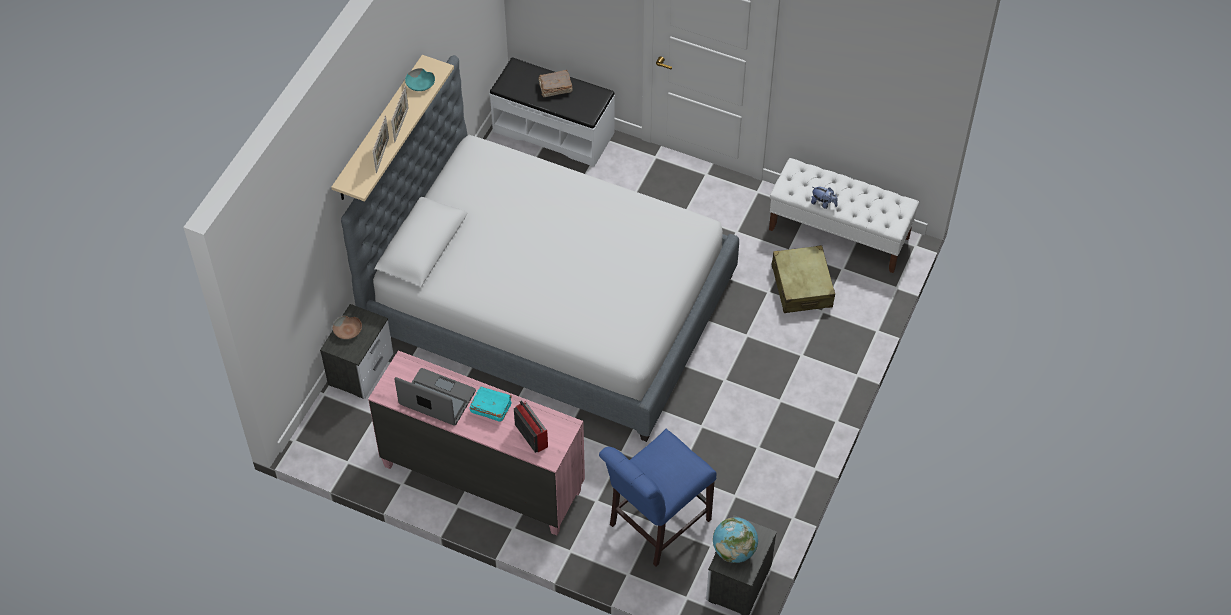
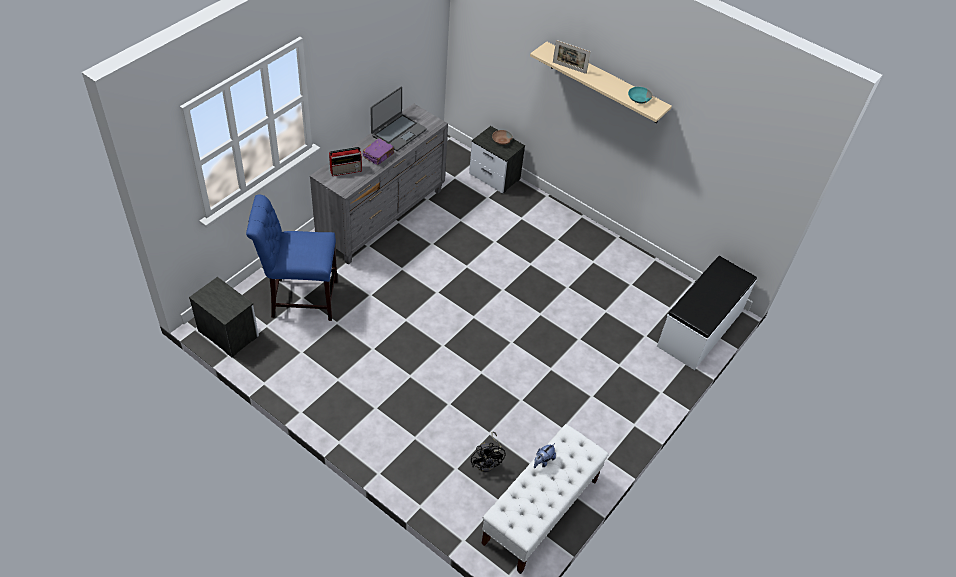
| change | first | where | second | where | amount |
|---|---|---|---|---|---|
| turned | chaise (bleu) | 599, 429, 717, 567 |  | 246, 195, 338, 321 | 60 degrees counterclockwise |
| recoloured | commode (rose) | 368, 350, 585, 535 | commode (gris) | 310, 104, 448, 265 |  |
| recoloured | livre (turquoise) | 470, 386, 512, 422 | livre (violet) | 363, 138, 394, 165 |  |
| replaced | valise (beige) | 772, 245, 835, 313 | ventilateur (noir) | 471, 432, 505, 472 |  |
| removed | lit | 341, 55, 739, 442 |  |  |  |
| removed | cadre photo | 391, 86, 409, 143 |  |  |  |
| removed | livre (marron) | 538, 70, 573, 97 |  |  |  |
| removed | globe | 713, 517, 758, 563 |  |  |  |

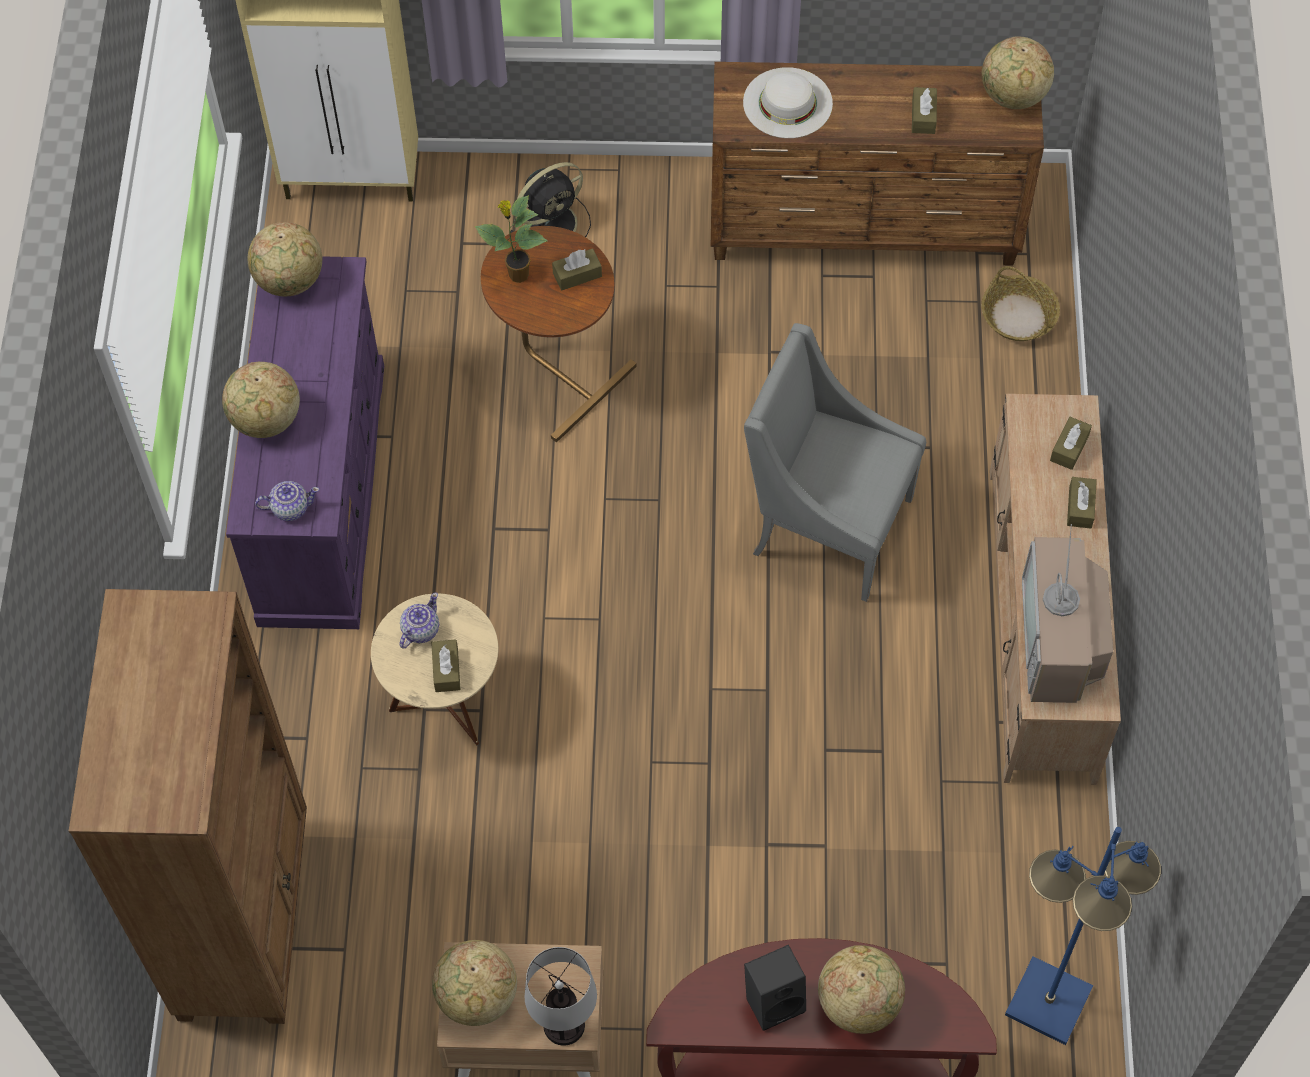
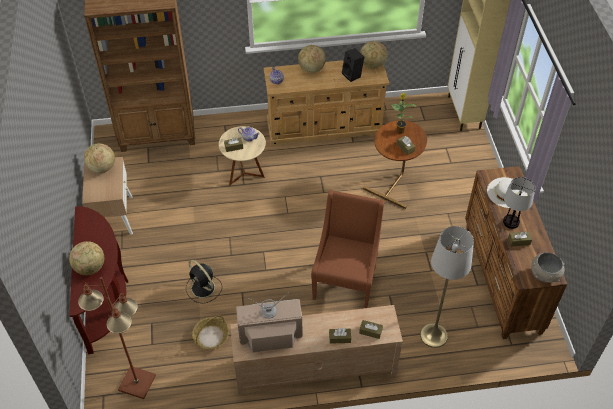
| change | first | where | second | where | amount |
|---|---|---|---|---|---|
| recoloured | lampadaire (bleu) | 1005, 827, 1161, 1045 | lampadaire (marron) | 78, 277, 156, 399 |  |
| moved | ventilateur (noir) | 510, 162, 591, 237 |  | 186, 260, 222, 304 |  |
| moved | panier | 981, 266, 1060, 341 |  | 192, 315, 229, 349 |  |
| recoloured | commode (violet) | 226, 256, 384, 629 | commode (beige) | 264, 60, 389, 146 |  |
| recoloured | fauteuil (gris) | 744, 323, 926, 602 | fauteuil (marron) | 311, 190, 384, 308 |  |
| moved | enceinte (noir) | 744, 945, 806, 1031 |  | 342, 48, 364, 82 |  |
| added |  |  | lampadaire (gris) | 420, 226, 474, 348 |  |
| moved | lampe de table | 525, 947, 597, 1046 |  | 503, 177, 535, 229 |  |
| replaced | globe | 982, 36, 1054, 109 | bol (gris) | 531, 252, 565, 283 |  |

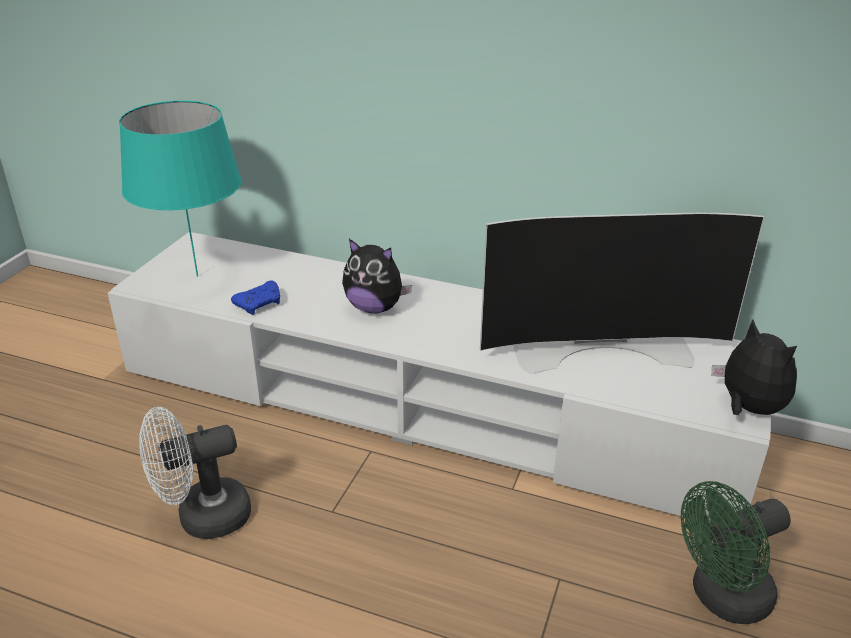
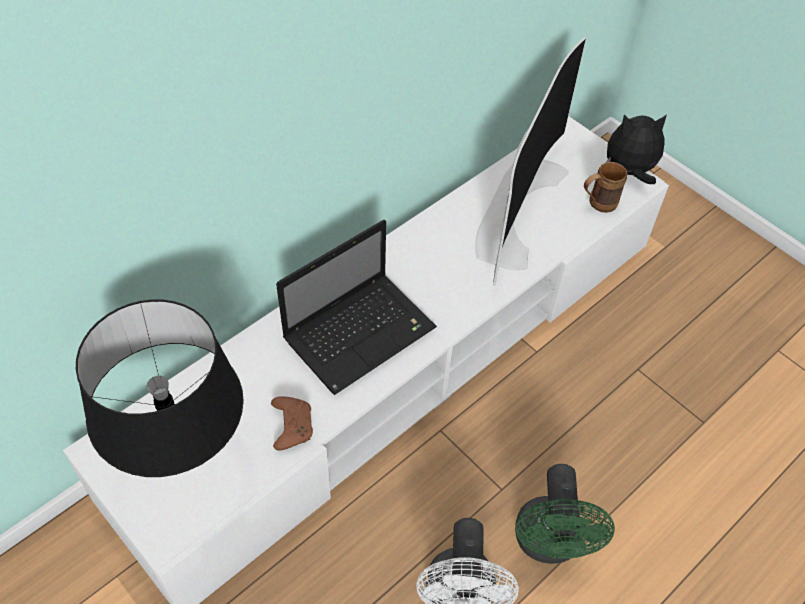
| change | first | where | second | where | amount |
|---|---|---|---|---|---|
| recoloured | lampe de table (turquoise) | 119, 101, 241, 277 | lampe de table (noir) | 76, 299, 244, 477 |  |
| recoloured | manette (bleu) | 231, 280, 280, 315 | manette (marron) | 271, 396, 313, 451 |  |
| replaced | peluche | 342, 239, 412, 314 | ordinateur portable | 276, 220, 437, 395 |  |
| moved | ventilateur (vert) | 681, 481, 791, 624 |  | 515, 464, 615, 564 |  |
| added |  |  | mug (marron) | 584, 162, 627, 213 |  |

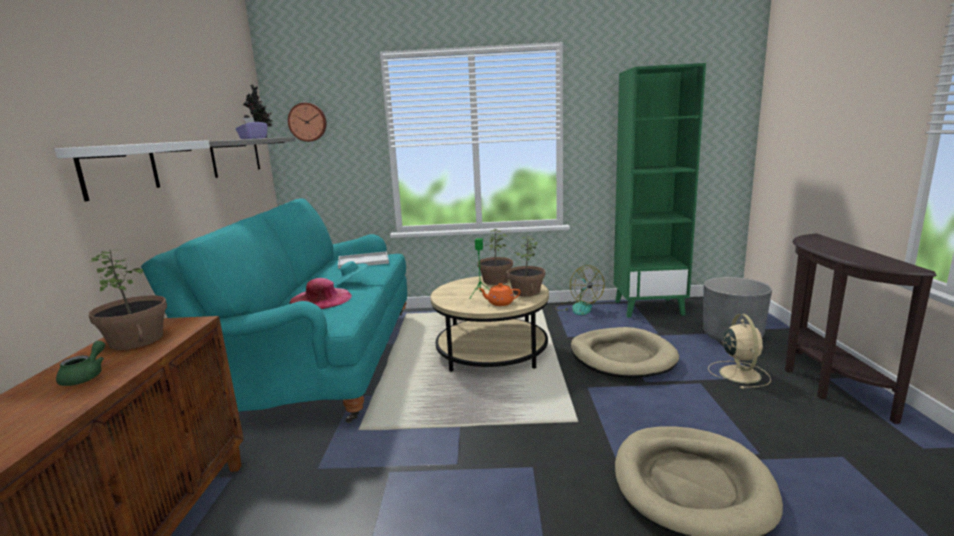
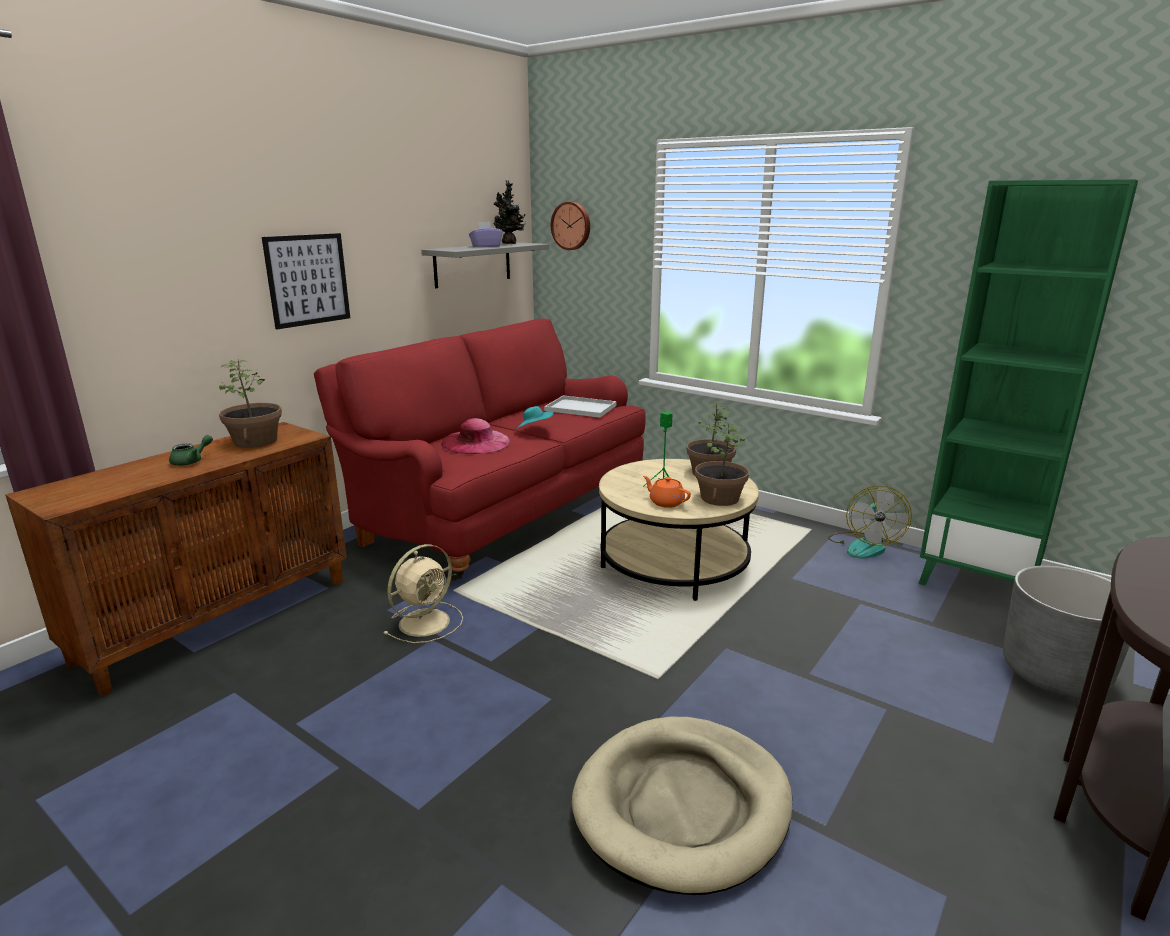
| change | first | where | second | where | amount |
|---|---|---|---|---|---|
| replaced | étagère (blanc) | 54, 140, 210, 201 | tableau | 262, 233, 350, 329 |  |
| recoloured | canapé (turquoise) | 141, 199, 407, 423 | canapé (rouge) | 314, 319, 646, 581 |  |
| moved | ventilateur (beige) | 708, 314, 771, 389 |  | 383, 544, 463, 643 |  |
| removed | panier pour chien (beige) | 571, 327, 679, 379 |  |  |  |

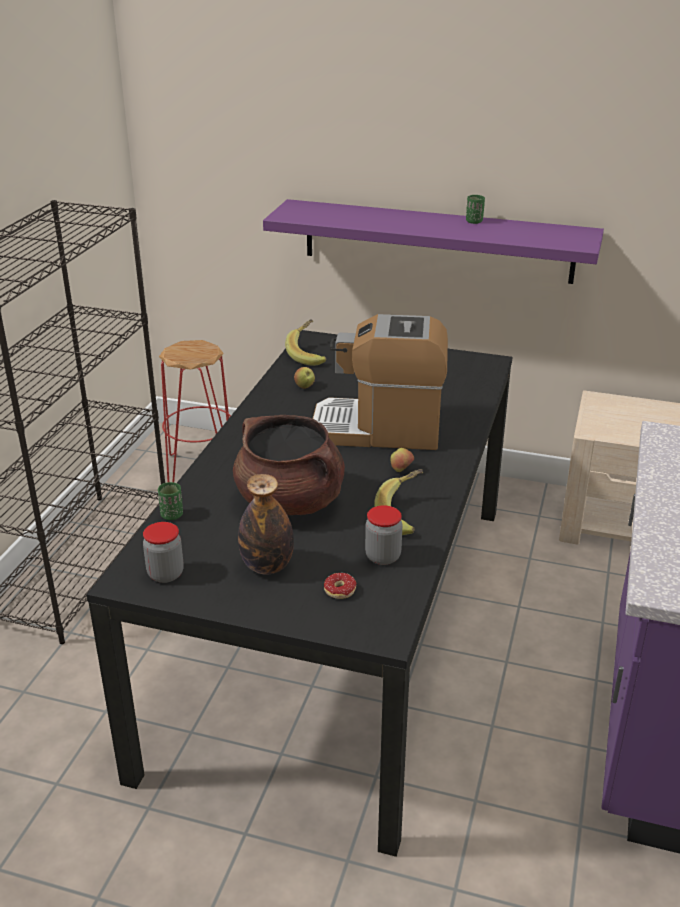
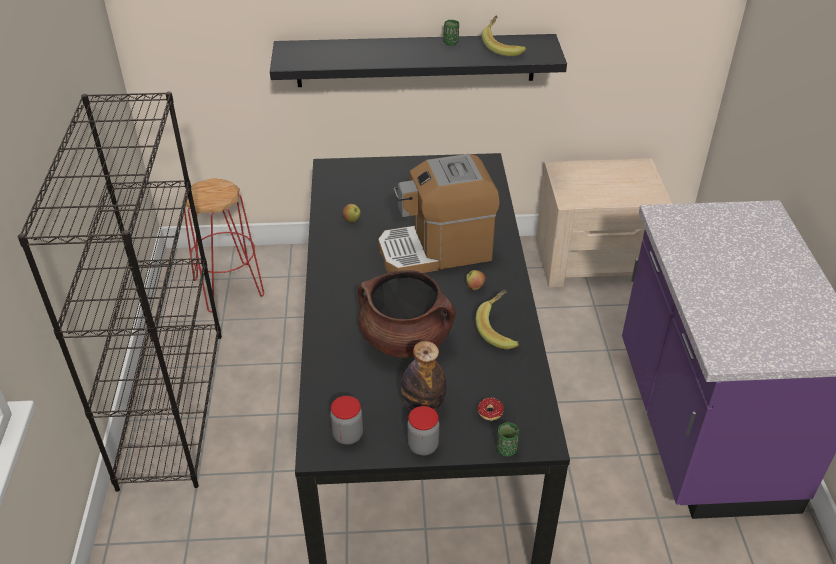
| change | first | where | second | where | amount |
|---|---|---|---|---|---|
| recoloured | étagère (violet) | 263, 199, 604, 284 | étagère (noir) | 270, 34, 567, 87 |  |
| moved | bocal | 365, 505, 402, 565 |  | 407, 406, 439, 455 |  |
| moved | banane | 285, 319, 327, 366 |  | 482, 16, 526, 56 |  |
| moved | tasse (vert) | 158, 482, 183, 520 |  | 496, 422, 519, 457 |  |

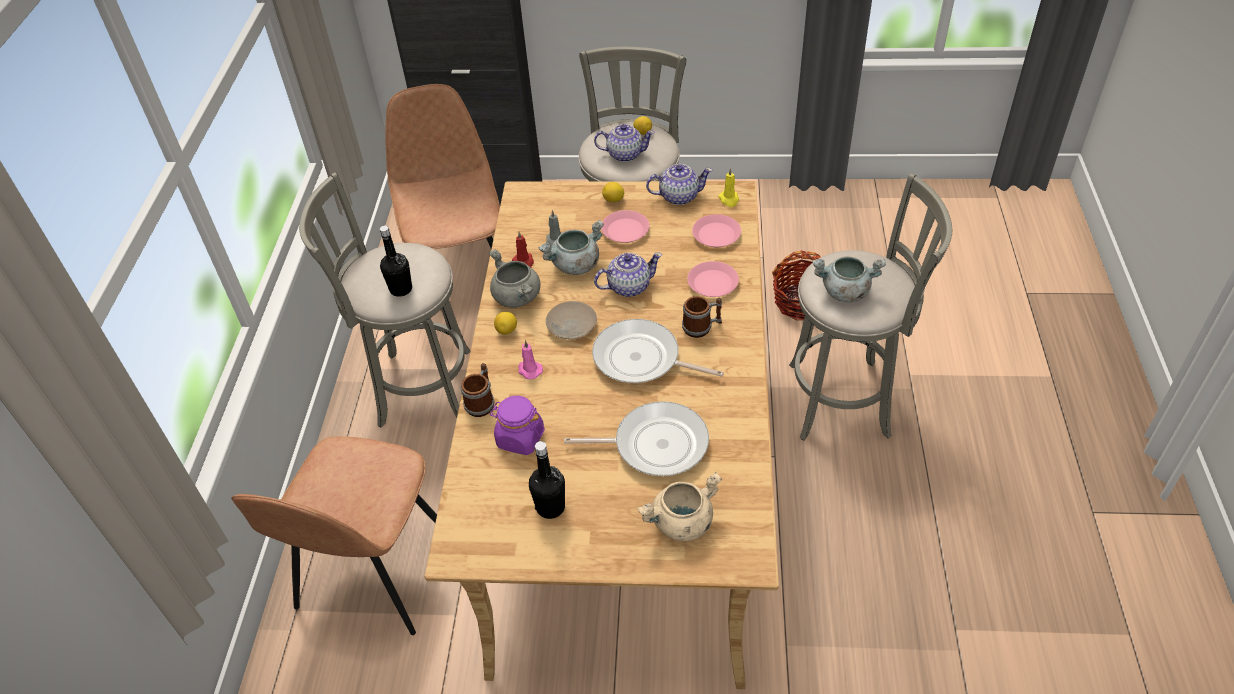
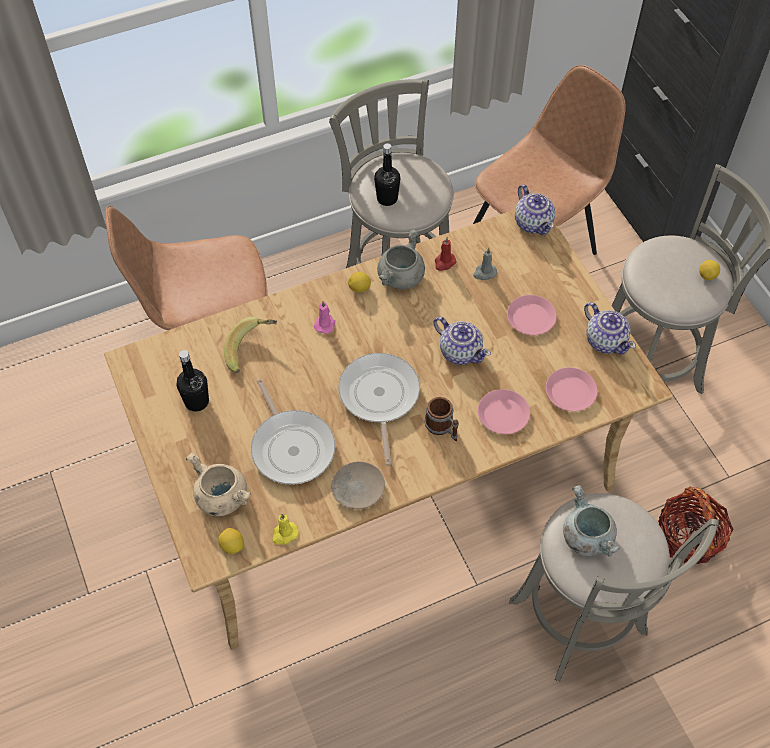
| change | first | where | second | where | amount |
|---|---|---|---|---|---|
| moved | citron | 602, 182, 624, 202 |  | 218, 528, 244, 554 |  |
| replaced | bocal (violet) | 489, 396, 545, 455 | banane | 224, 317, 277, 373 |  |
| moved | bougie (jaune) | 718, 168, 739, 207 |  | 272, 514, 299, 544 |  |
| moved | assiette (beige) | 546, 301, 597, 339 |  | 331, 462, 385, 509 |  |
| moved | théière | 594, 124, 655, 162 |  | 515, 184, 555, 235 |  |
| removed | mug | 460, 363, 495, 417 |  |  |  |
| removed | marmite (gris) | 538, 220, 604, 275 |  |  |  |

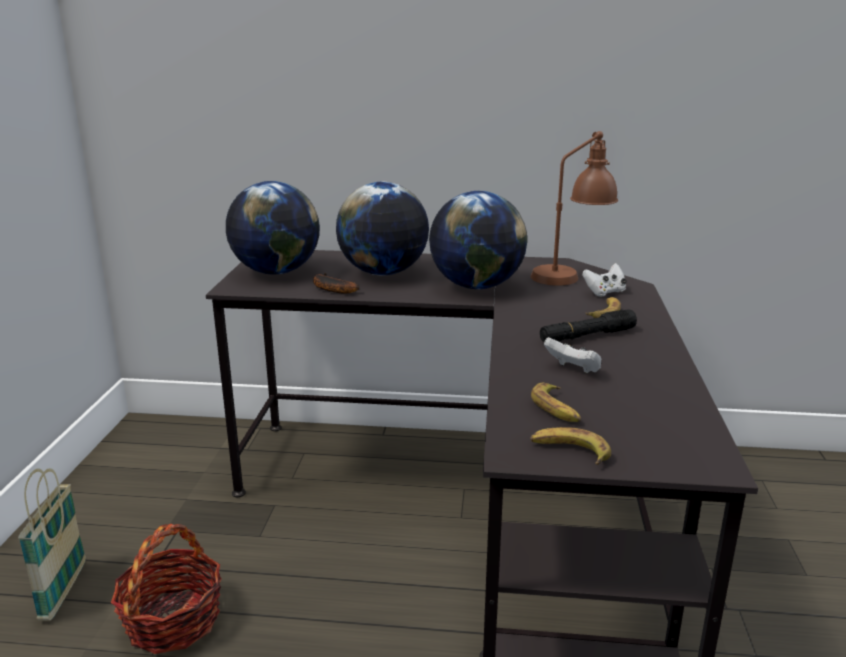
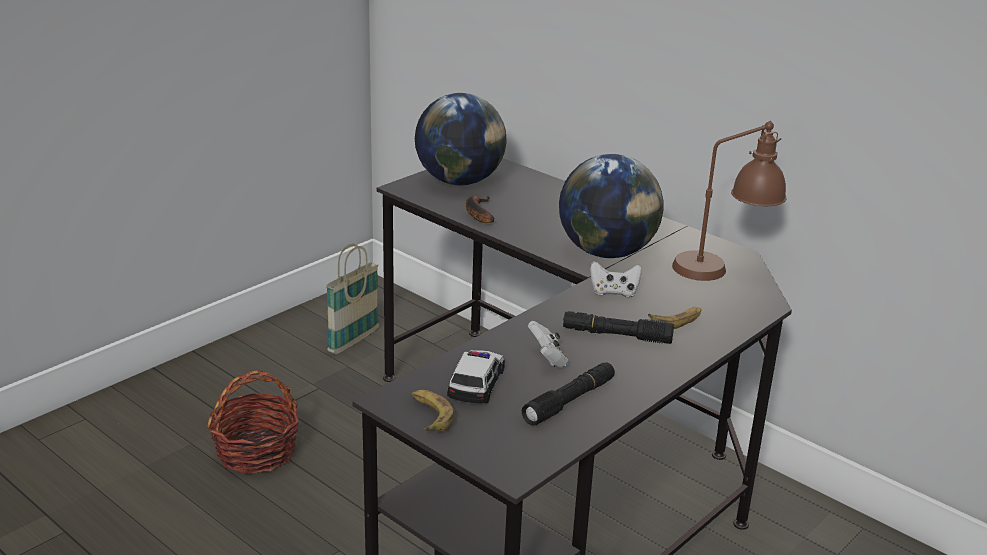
| change | first | where | second | where | amount |
|---|---|---|---|---|---|
| moved | panier | 18, 468, 86, 620 |  | 326, 244, 379, 354 |  |
| replaced | banane | 531, 383, 581, 422 | petite voiture | 447, 350, 505, 404 |  |
| added |  |  | lampe de poche (noir) | 522, 362, 615, 425 |  |
| moved | manette (blanc) | 582, 263, 627, 297 |  | 590, 261, 642, 298 |  |
| removed | globe | 336, 182, 429, 275 |  |  |  |

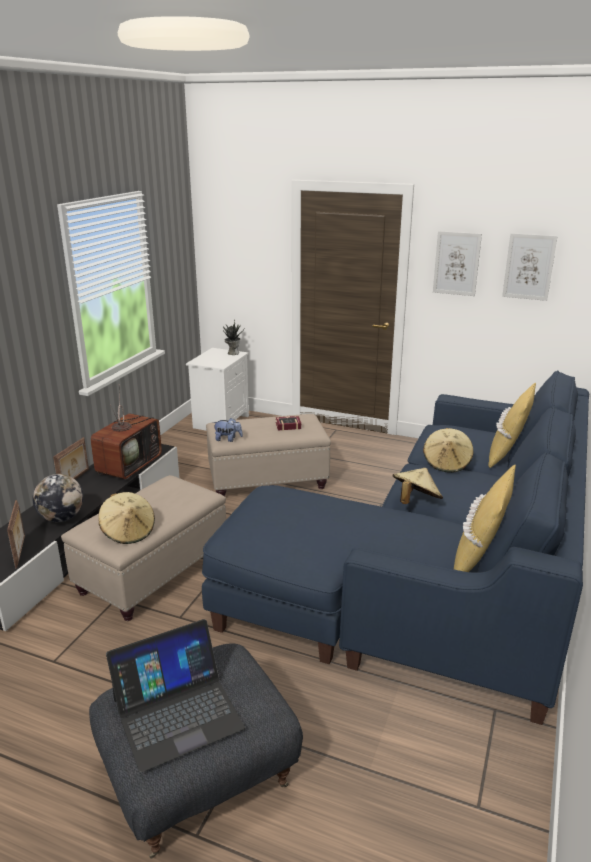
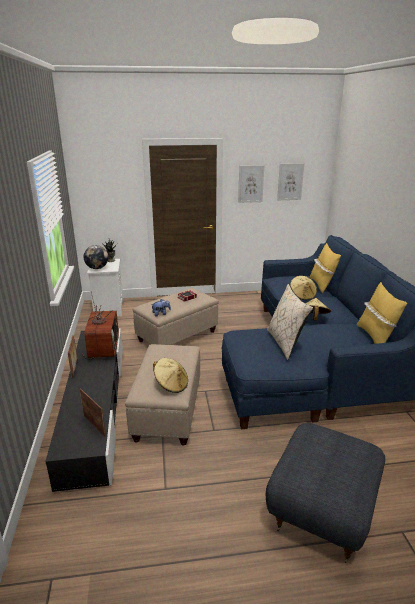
| change | first | where | second | where | amount |
|---|---|---|---|---|---|
| moved | globe | 32, 474, 84, 522 |  | 84, 245, 108, 269 |  |
| added |  |  | coussin (beige) | 267, 284, 313, 360 |  |
| removed | ordinateur portable | 106, 619, 245, 773 |  |  |  |

